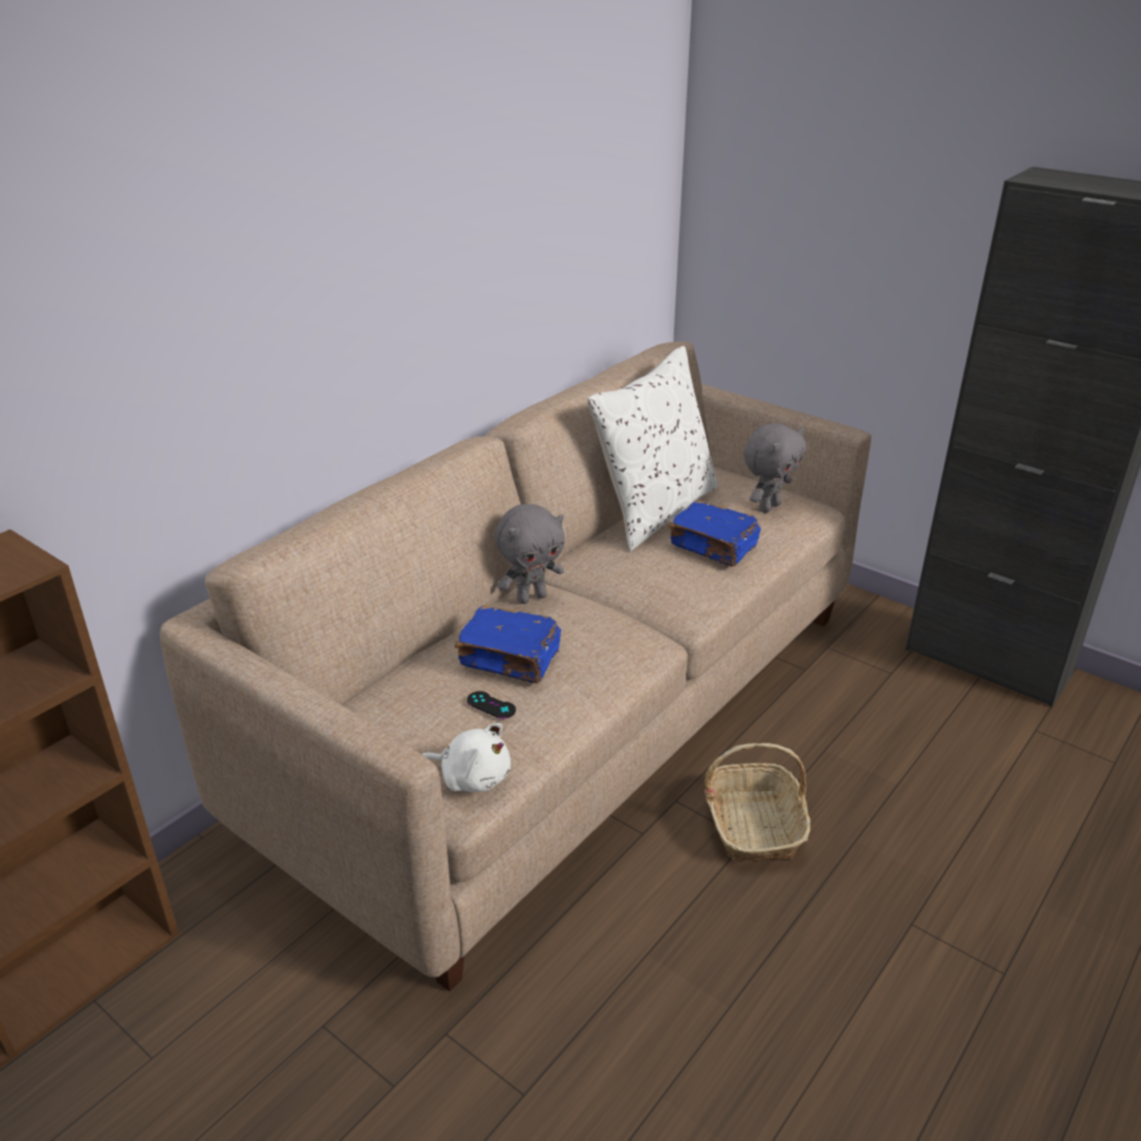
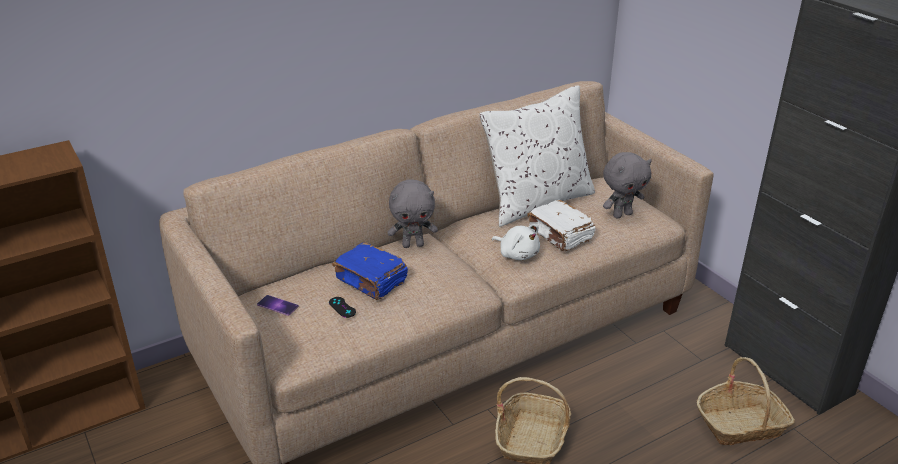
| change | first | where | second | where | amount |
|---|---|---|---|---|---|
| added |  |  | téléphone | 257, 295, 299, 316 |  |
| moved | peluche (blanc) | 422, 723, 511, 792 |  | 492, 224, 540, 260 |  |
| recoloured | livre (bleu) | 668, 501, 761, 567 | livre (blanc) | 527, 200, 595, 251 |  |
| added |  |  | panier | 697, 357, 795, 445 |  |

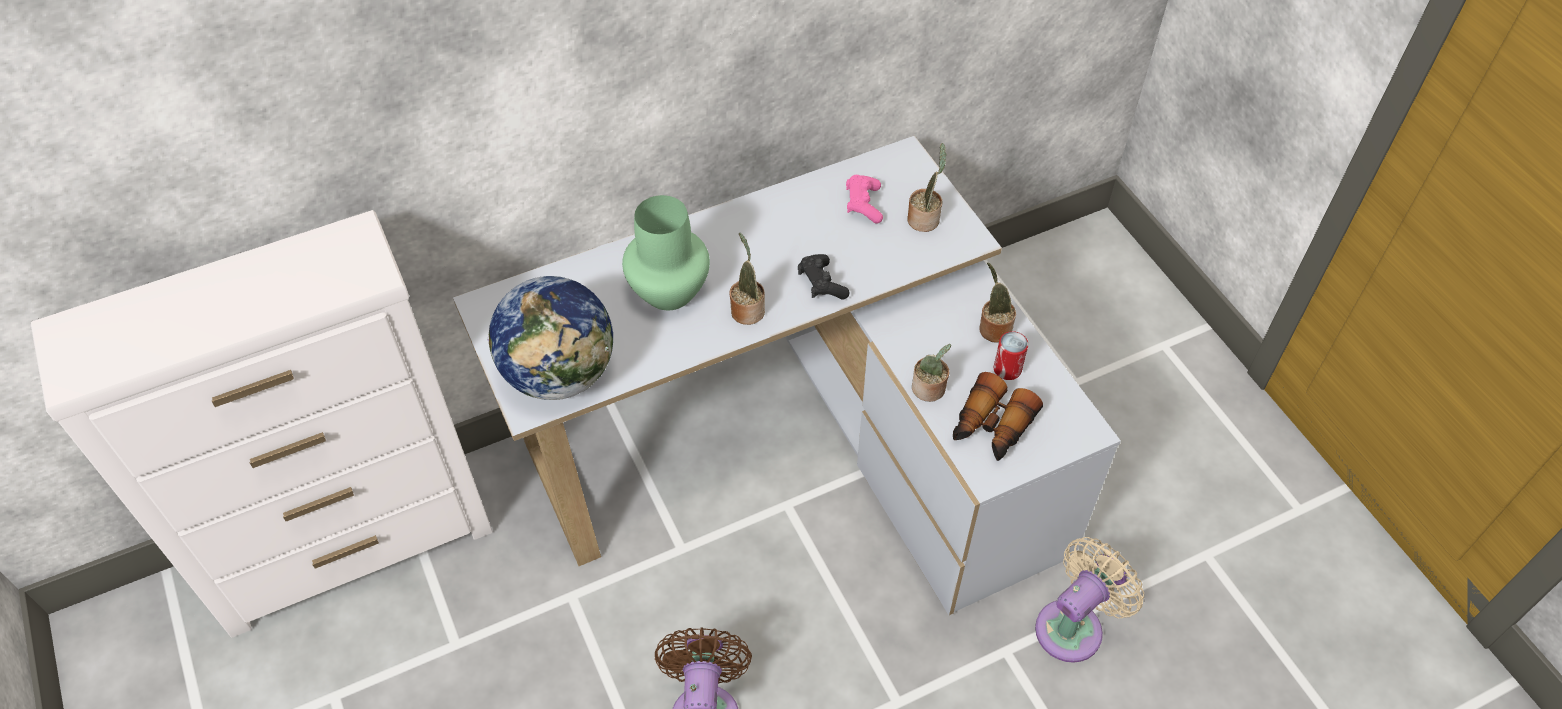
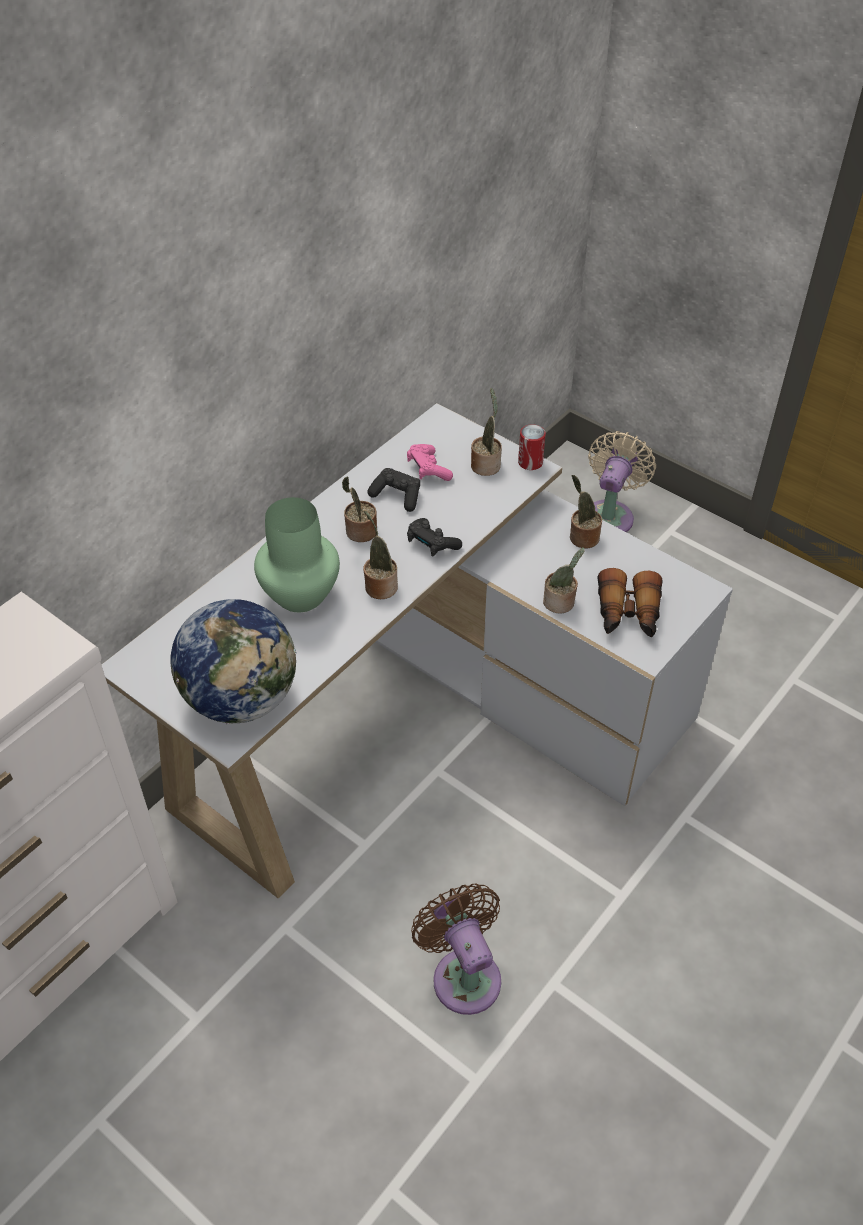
| change | first | where | second | where | amount |
|---|---|---|---|---|---|
| added |  |  | plante en pot | 342, 476, 377, 542 |  |
| added |  |  | manette (noir) | 367, 468, 420, 512 |  |
| moved | boîte métallique | 994, 331, 1028, 380 |  | 518, 424, 546, 470 |  |
| moved | ventilateur (beige) | 1035, 537, 1144, 663 |  | 588, 431, 656, 532 |  |

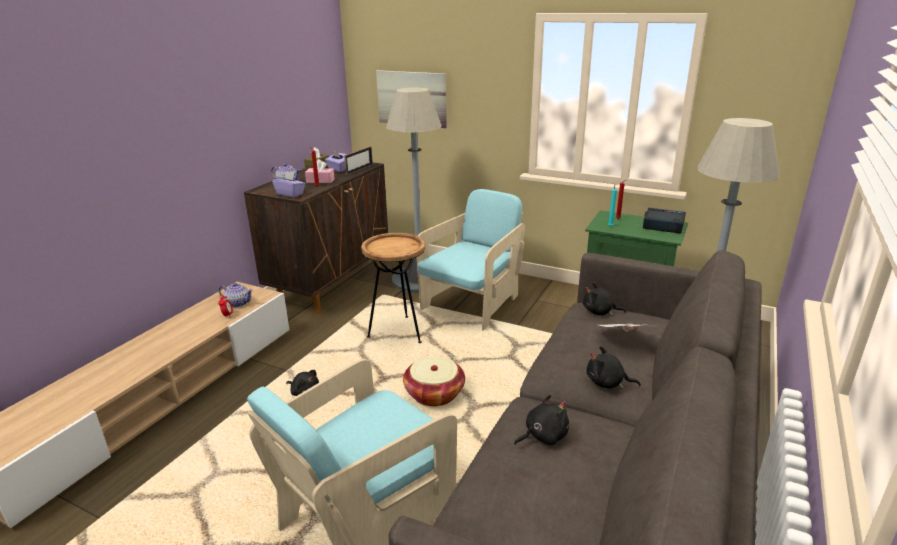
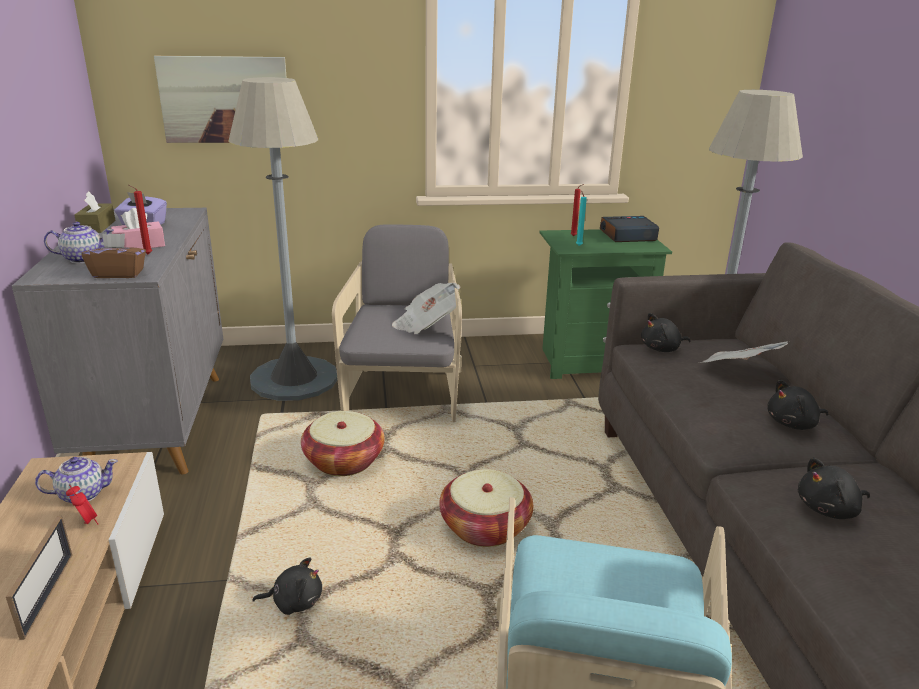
| change | first | where | second | where | amount |
|---|---|---|---|---|---|
| moved | cadre photo | 344, 146, 373, 175 |  | 6, 516, 72, 640 |  |
| recoloured | meuble de rangement (marron) | 244, 162, 388, 314 | meuble de rangement (gris) | 12, 208, 223, 474 |  |
| recoloured | boîte à mouchoirs (violet) | 272, 172, 305, 197 | boîte à mouchoirs (marron) | 81, 233, 146, 278 |  |
| replaced | table d'appoint (marron) | 361, 233, 425, 343 | panier | 301, 411, 385, 476 |  |
| recoloured | fauteuil (turquoise) | 417, 189, 525, 331 | fauteuil (gris) | 332, 224, 462, 422 |  |
| added |  |  | journal | 392, 283, 461, 334 |  |
| turned | peluche (noir) | 514, 394, 569, 445 |  | 798, 458, 870, 519 | 135 degrees counterclockwise |

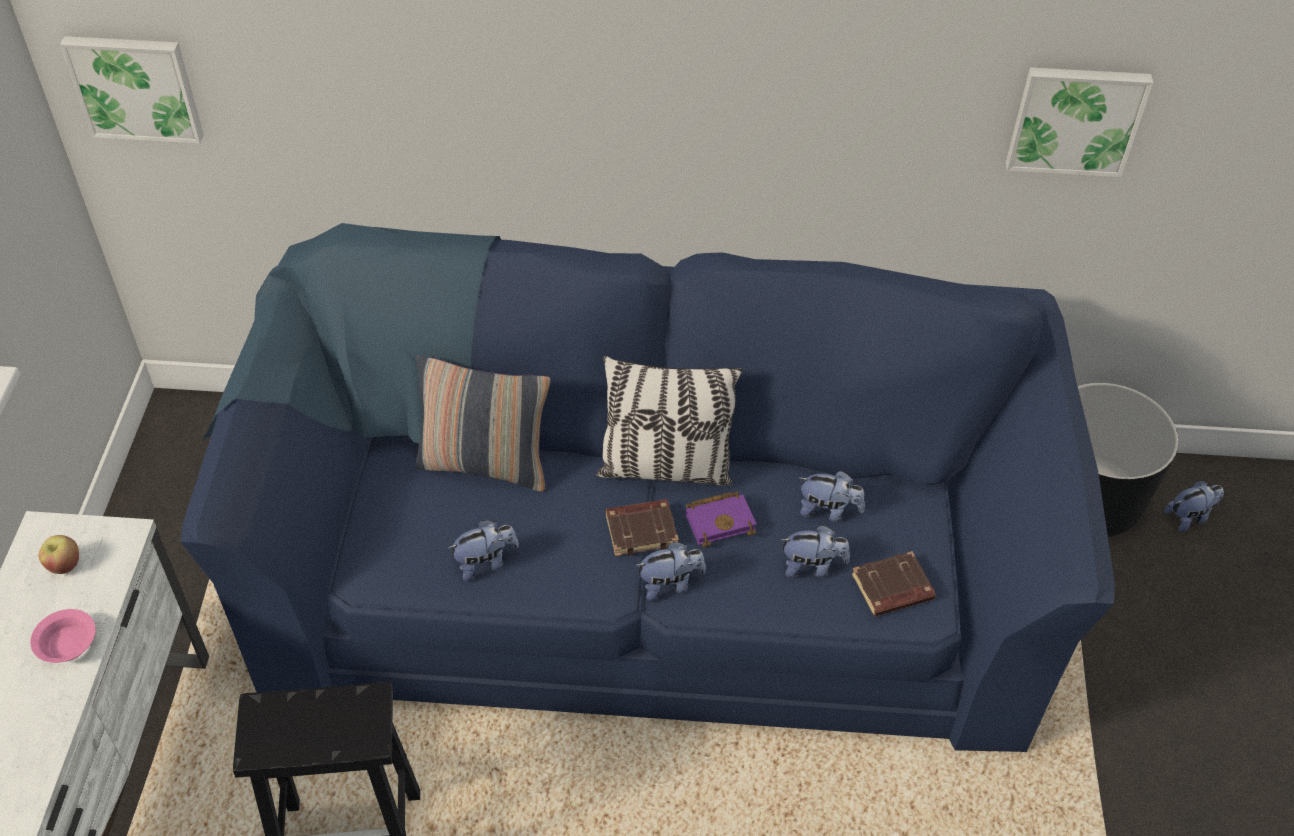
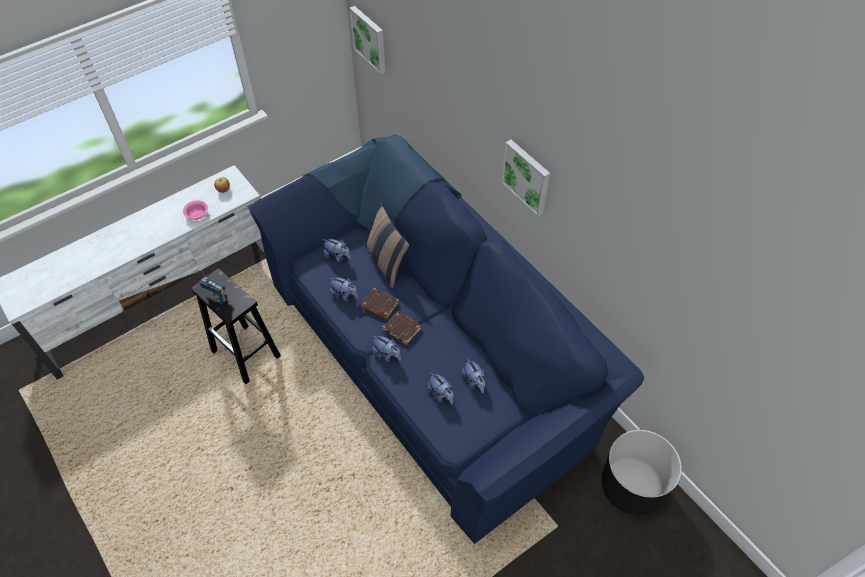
| change | first | where | second | where | amount |
|---|---|---|---|---|---|
| added |  |  | radio | 199, 269, 229, 305 |  |
| moved | peluche | 1164, 480, 1224, 532 |  | 323, 239, 351, 262 |  |
| moved | livre (marron) | 852, 551, 936, 616 |  | 361, 288, 399, 319 |  |
| moved | tableau | 1006, 67, 1153, 177 |  | 501, 140, 550, 216 |  |
| removed | coussin | 596, 356, 742, 486 |  |  |  |
| removed | livre (violet) | 686, 491, 757, 547 |  |  |  |

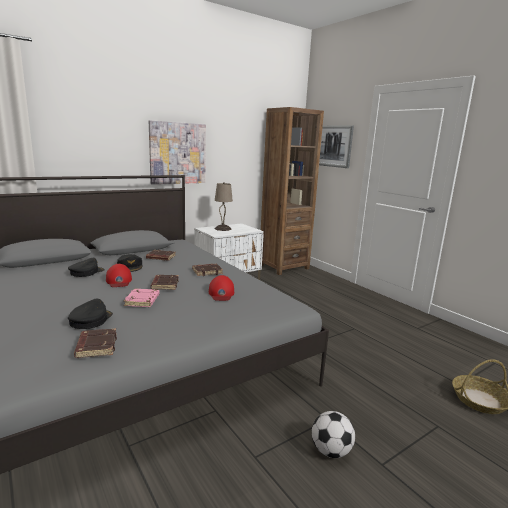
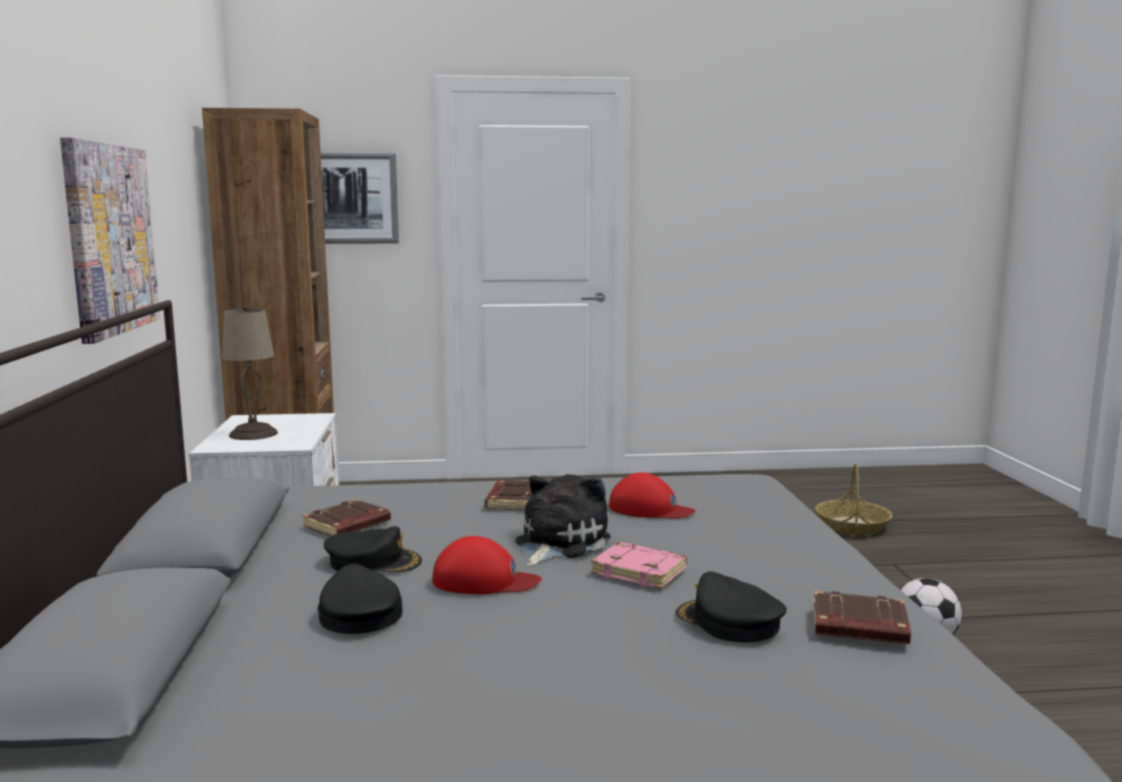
| change | first | where | second | where | amount |
|---|---|---|---|---|---|
| replaced | livre (marron) | 150, 275, 179, 290 | peluche | 515, 474, 611, 566 |  |

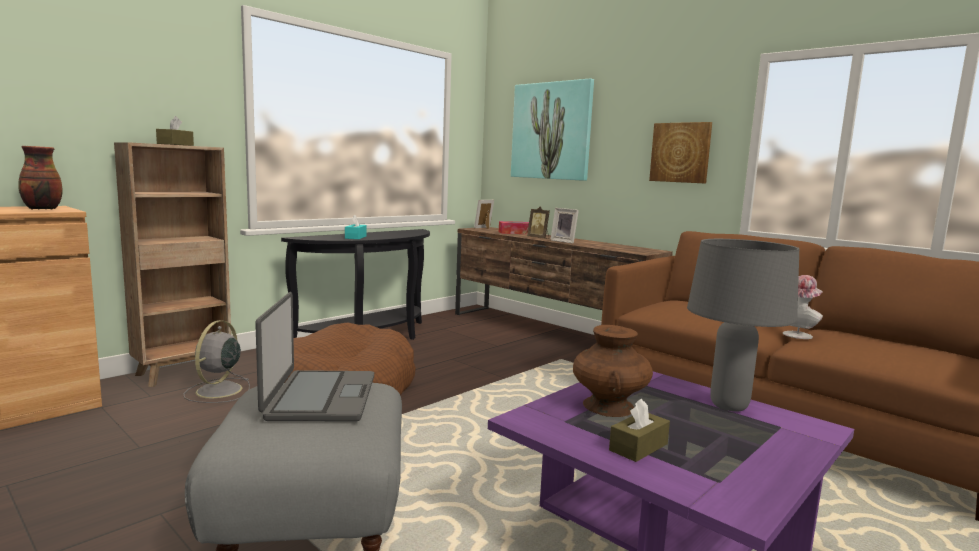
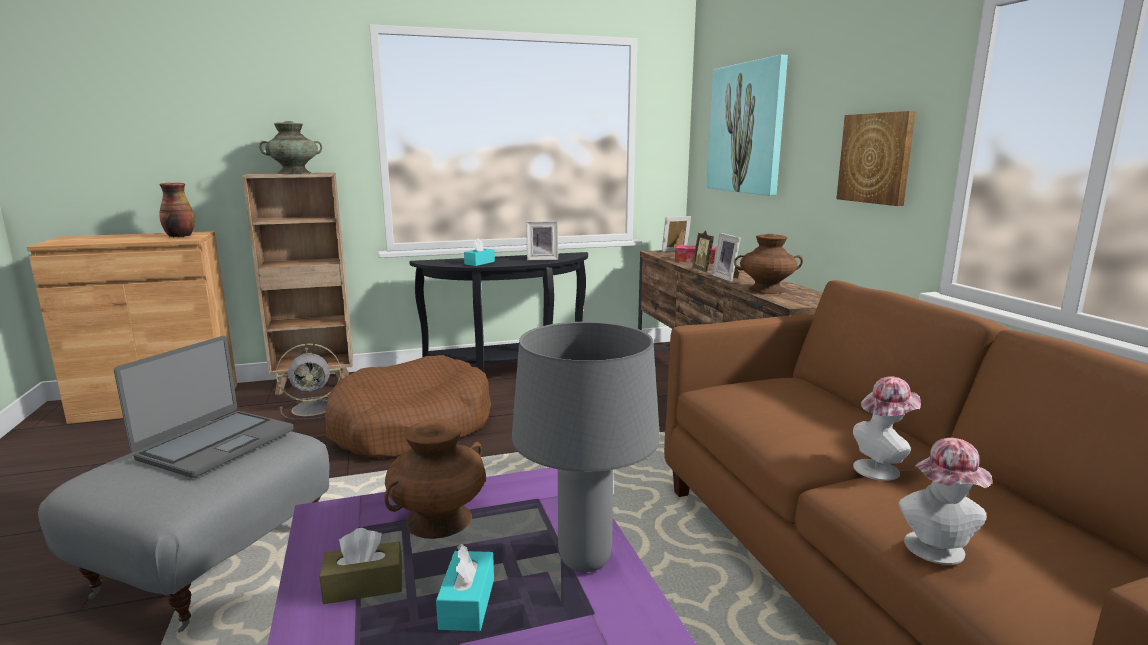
| change | first | where | second | where | amount |
|---|---|---|---|---|---|
| replaced | boîte à mouchoirs (marron) | 156, 116, 194, 146 | vase (turquoise) | 259, 121, 322, 174 |  |
| turned | ventilateur (gris) | 184, 320, 250, 403 |  | 276, 343, 341, 420 | 150 degrees counterclockwise |
| added |  |  | boîte à mouchoirs (turquoise) | 436, 544, 494, 631 |  |
| added |  |  | cadre photo | 526, 221, 558, 260 |  |
| added |  |  | vase (marron) | 734, 234, 803, 294 |  |
| added |  |  | chapeau | 898, 438, 992, 565 |  |

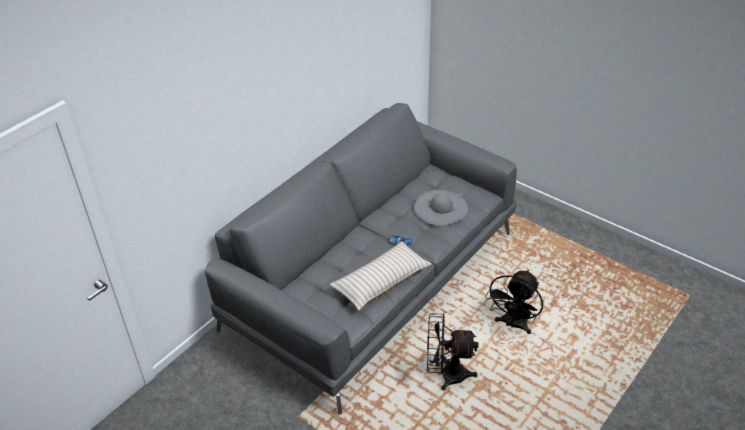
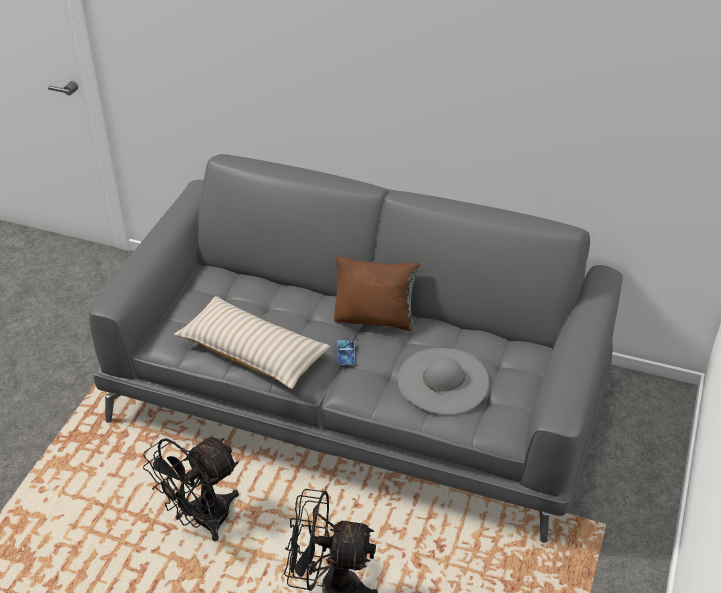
| change | first | where | second | where | amount |
|---|---|---|---|---|---|
| turned | ventilateur (noir) | 427, 313, 479, 391 |  | 143, 437, 239, 541 | 120 degrees counterclockwise |
| added |  |  | coussin (marron) | 334, 256, 420, 331 |  |

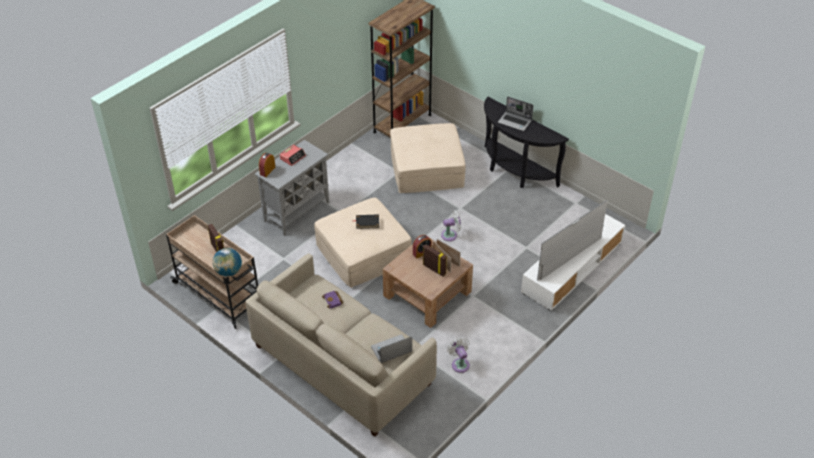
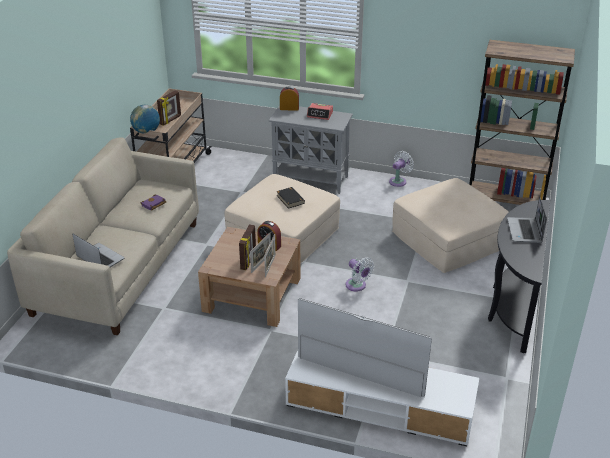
| change | first | where | second | where | amount |
|---|---|---|---|---|---|
| moved | ventilateur (blanc) | 447, 337, 470, 373 |  | 389, 151, 414, 187 |  |

